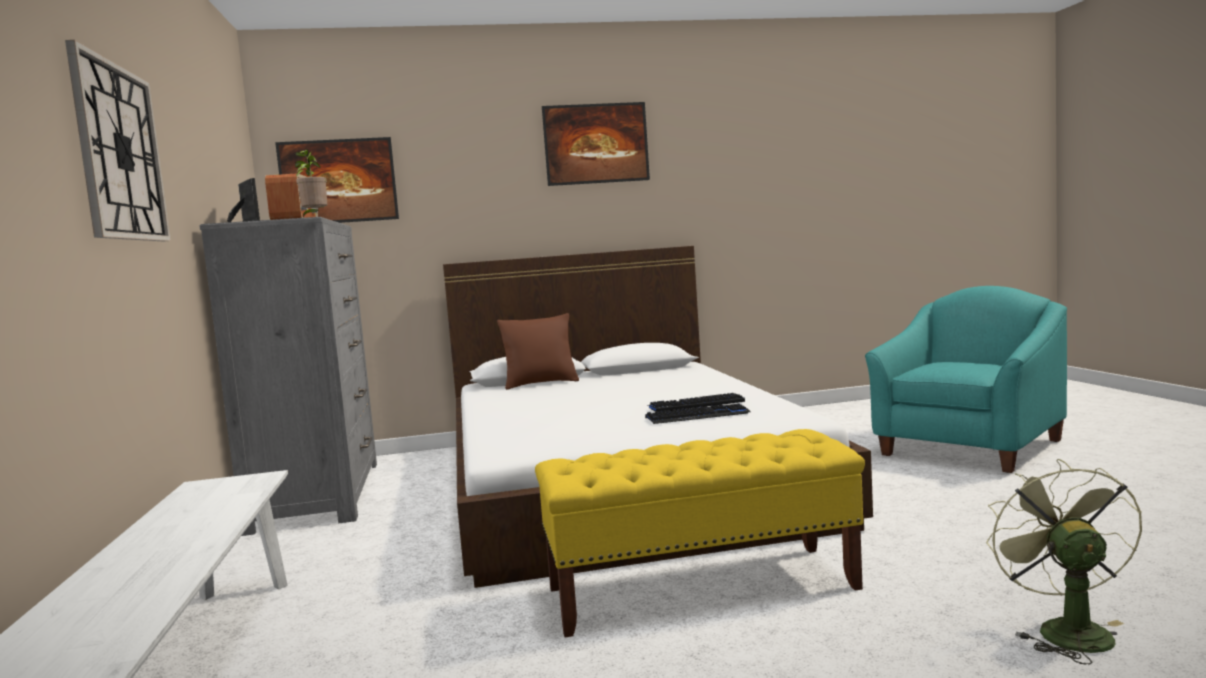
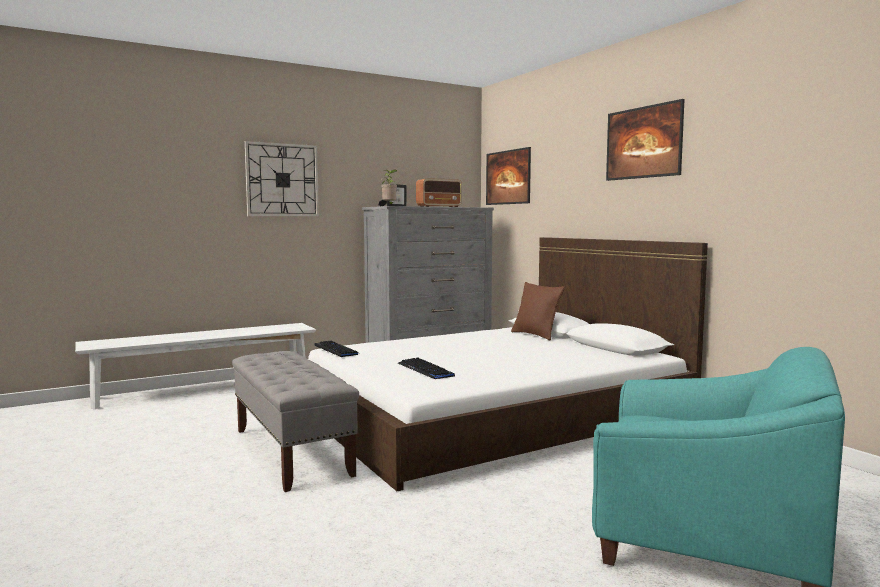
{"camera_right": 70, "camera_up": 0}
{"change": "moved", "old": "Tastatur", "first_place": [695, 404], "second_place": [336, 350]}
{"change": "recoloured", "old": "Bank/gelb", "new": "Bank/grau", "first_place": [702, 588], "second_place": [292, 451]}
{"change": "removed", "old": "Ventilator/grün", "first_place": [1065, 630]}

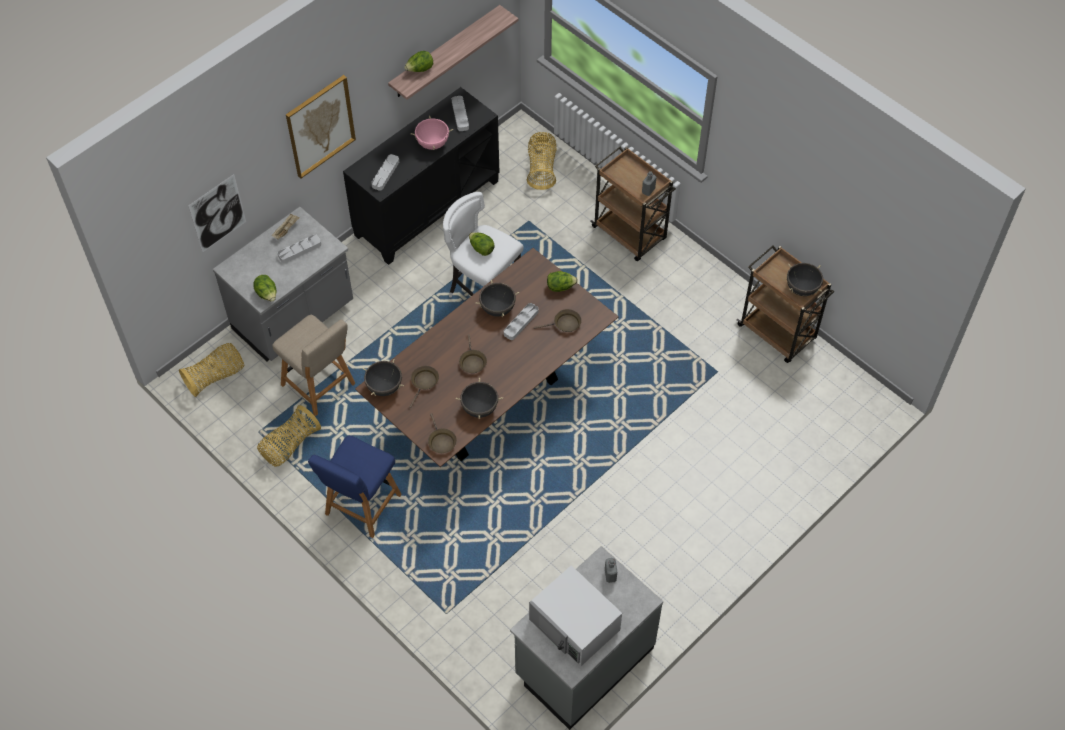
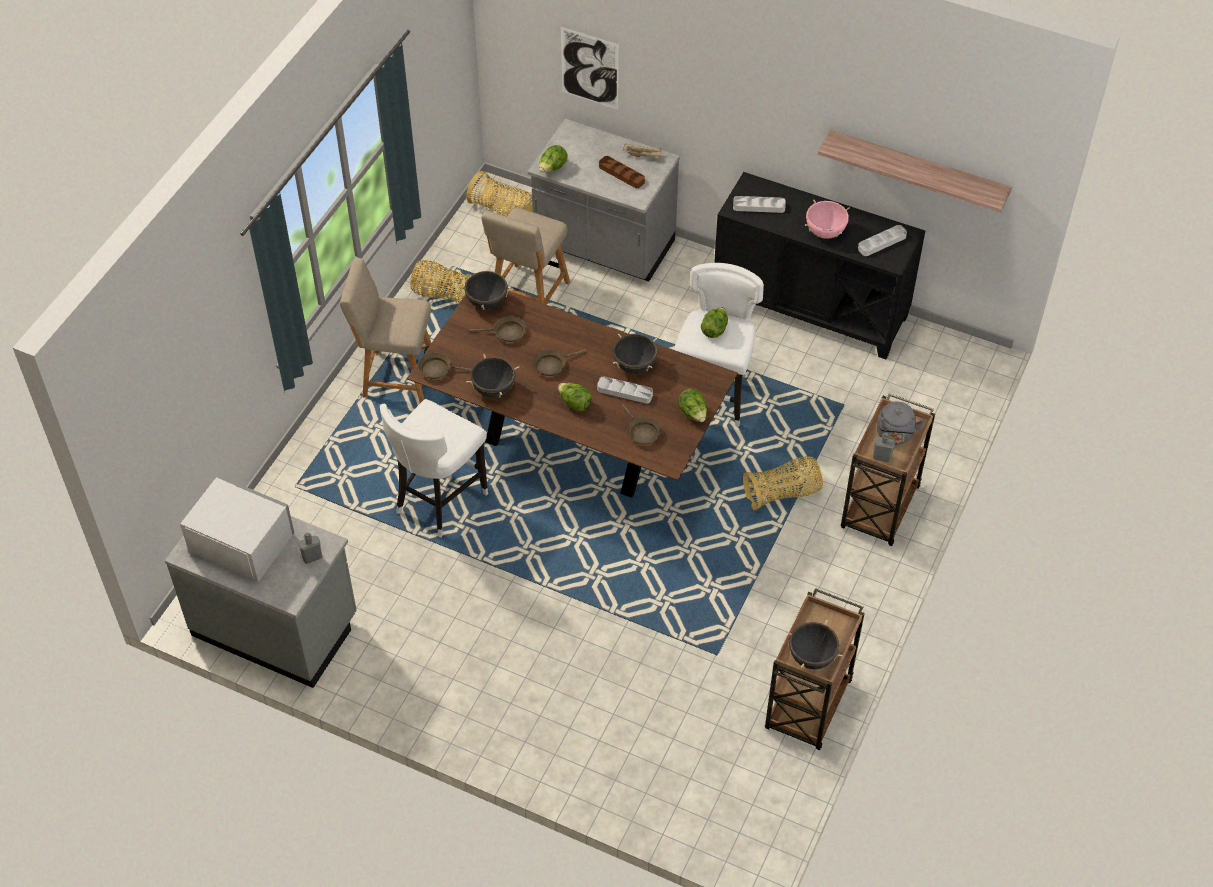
{"camera_right": 70, "camera_up": -5}
{"change": "moved", "old": "Salatkopf", "first_place": [420, 69], "second_place": [574, 403]}
{"change": "removed", "old": "Bild", "first_place": [320, 126]}
{"change": "moved", "old": "Korb", "first_place": [542, 168], "second_place": [783, 493]}
{"change": "recoloured", "old": "Tablett/grau", "new": "Tablett/braun", "first_place": [299, 250], "second_place": [621, 174]}
{"change": "turned", "old": "Pfanne/braun", "first_place": [441, 441], "second_place": [438, 369], "degrees": 45}
{"change": "recoloured", "old": "Stuhl/blau", "new": "Stuhl/beige", "first_place": [361, 507], "second_place": [395, 376]}
{"change": "turned", "old": "Mikrowelle/weiß", "first_place": [575, 625], "second_place": [241, 542], "degrees": 90}
{"change": "added", "new": "Hocker/weiß", "second_place": [439, 501]}
{"change": "added", "new": "Wasserkessel/grau", "second_place": [895, 435]}

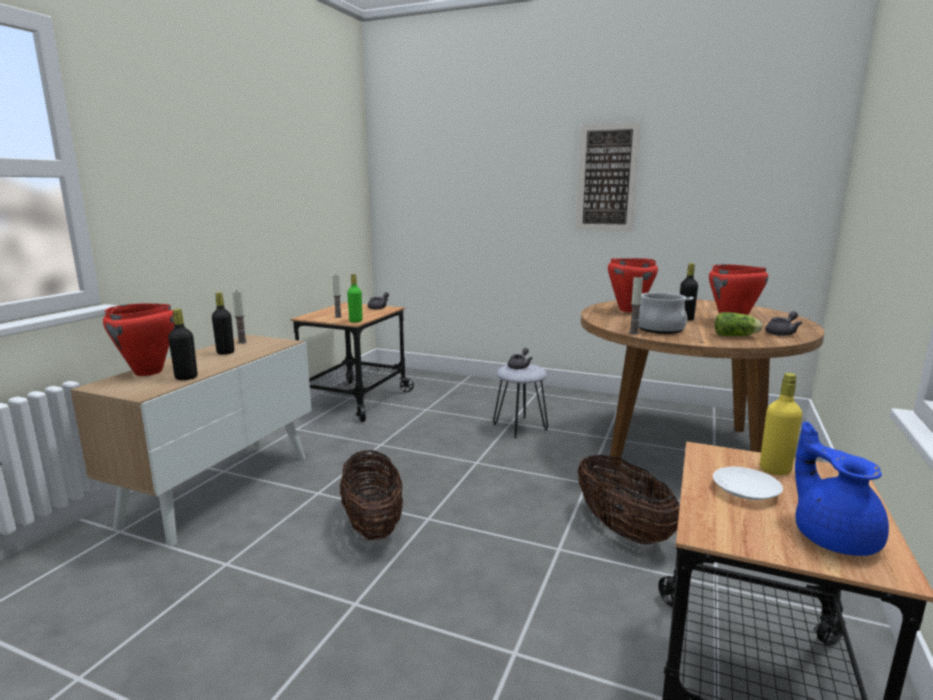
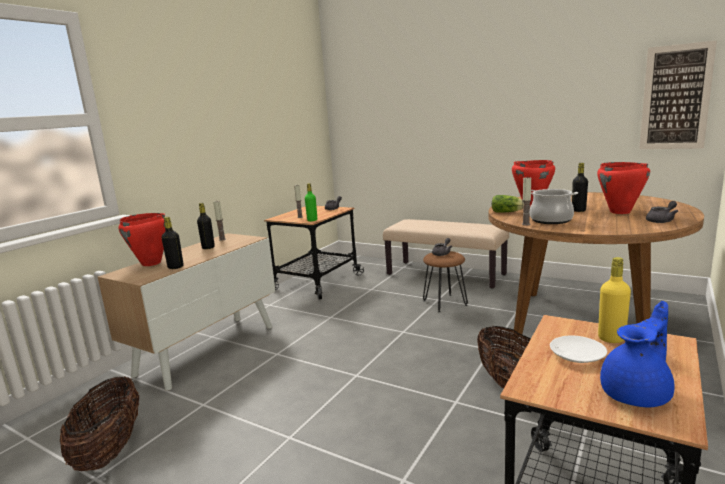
{"camera_right": 10, "camera_up": 0}
{"change": "moved", "old": "Bild", "first_place": [607, 178], "second_place": [675, 97]}
{"change": "moved", "old": "Salatkopf", "first_place": [736, 336], "second_place": [507, 212]}
{"change": "recoloured", "old": "Hocker/grau", "new": "Hocker/braun", "first_place": [520, 426], "second_place": [444, 303]}
{"change": "turned", "old": "Teekanne/blau", "first_place": [833, 536], "second_place": [637, 394], "degrees": 60}
{"change": "moved", "old": "Korb", "first_place": [373, 524], "second_place": [110, 450]}
{"change": "added", "new": "Bank/beige", "second_place": [446, 274]}

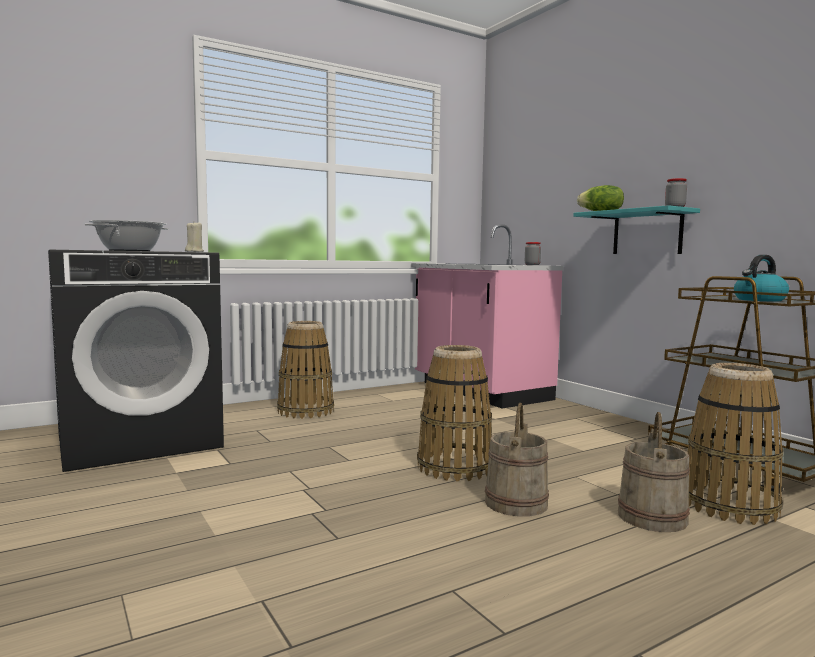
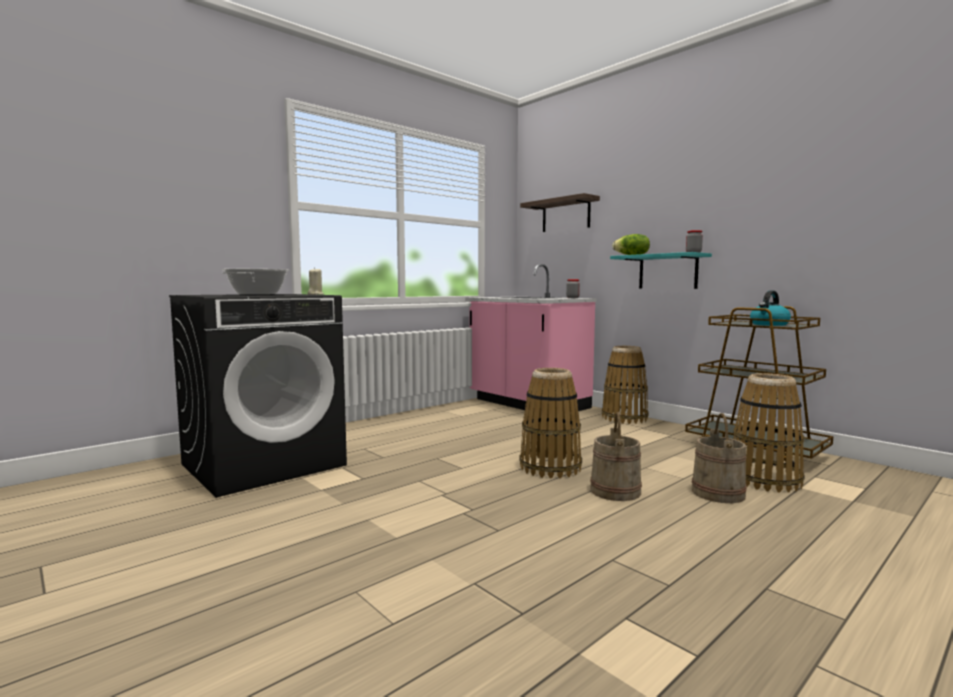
{"camera_right": -10, "camera_up": 0}
{"change": "moved", "old": "Korb", "first_place": [306, 411], "second_place": [624, 418]}
{"change": "added", "new": "Wandregal", "second_place": [566, 215]}

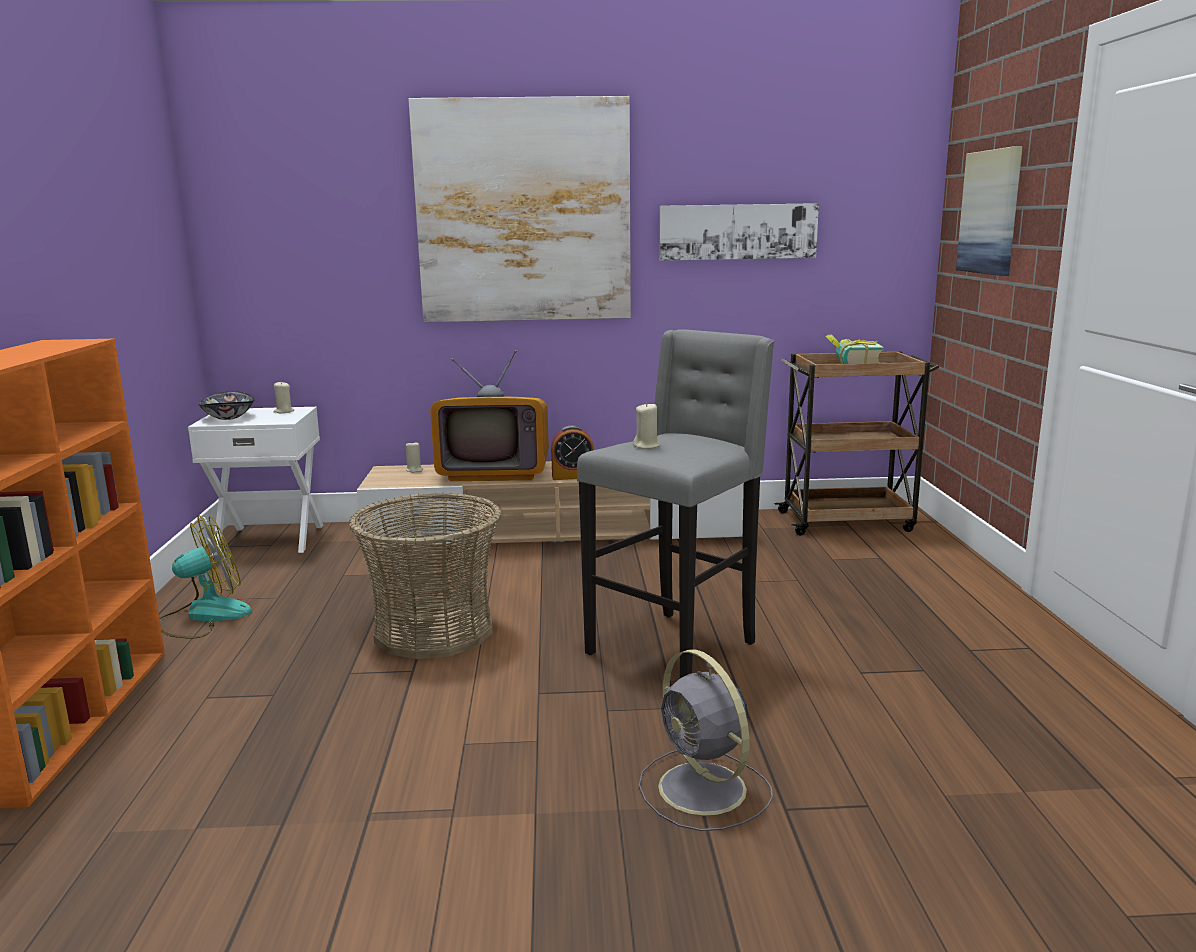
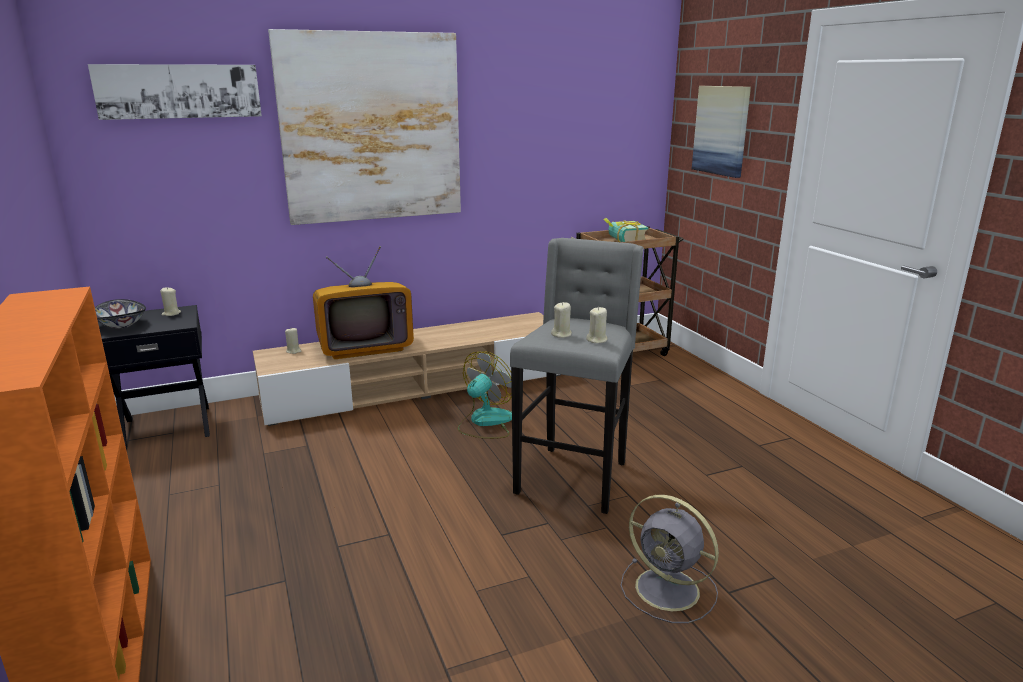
{"camera_right": -20, "camera_up": 5}
{"change": "moved", "old": "Bild", "first_place": [737, 232], "second_place": [179, 91]}
{"change": "recoloured", "old": "Nachttisch/weiß", "new": "Nachttisch/schwarz", "first_place": [270, 539], "second_place": [167, 426]}
{"change": "removed", "old": "Wecker", "first_place": [573, 476]}
{"change": "removed", "old": "Korb", "first_place": [434, 631]}
{"change": "moved", "old": "Ventilator", "first_place": [203, 616], "second_place": [485, 422]}
{"change": "added", "new": "Kerze/beige", "second_place": [597, 340]}

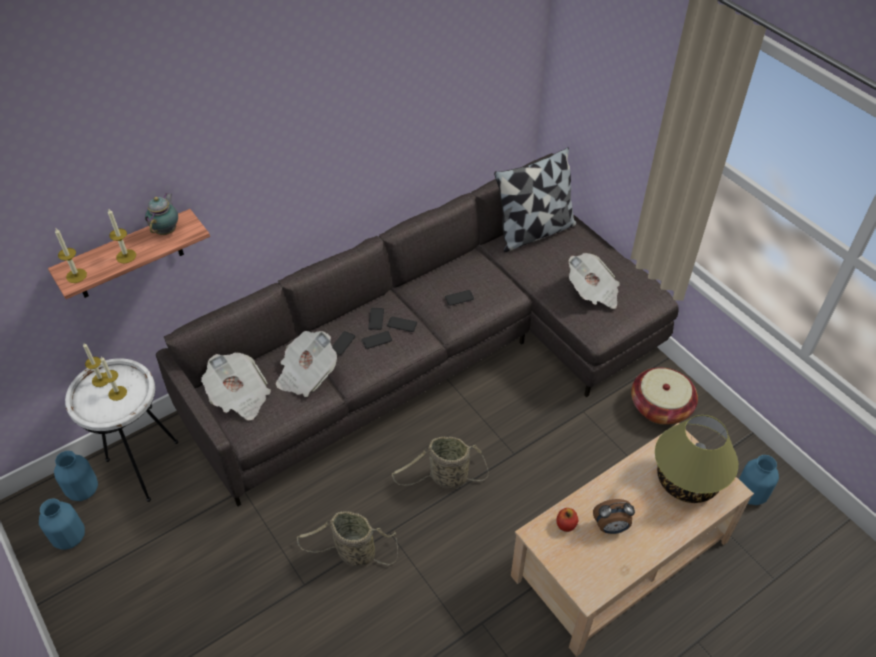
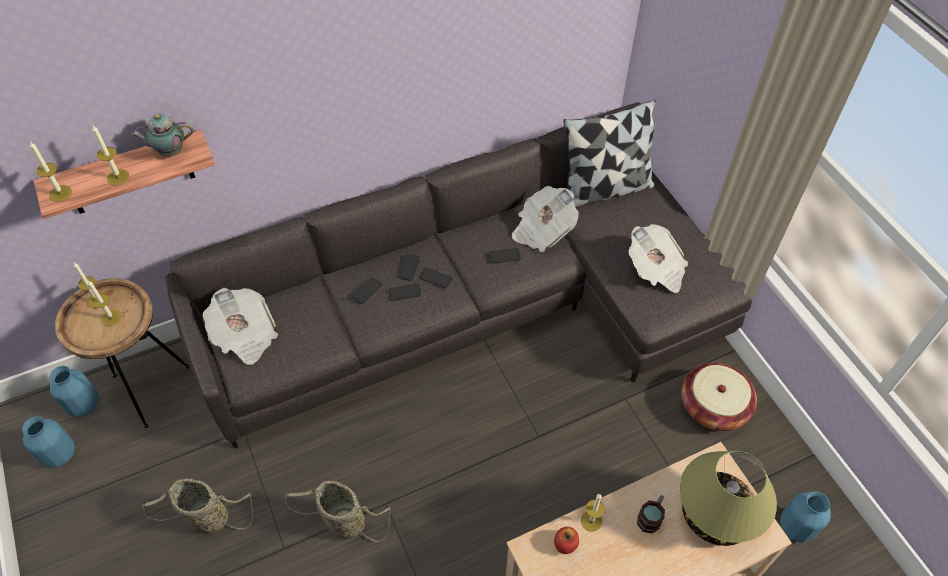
{"camera_right": 10, "camera_up": 5}
{"change": "turned", "old": "Teekanne", "first_place": [167, 230], "second_place": [169, 152], "degrees": -120}
{"change": "moved", "old": "Zeitung", "first_place": [306, 374], "second_place": [542, 230]}
{"change": "recoloured", "old": "Beistelltisch/weiß", "new": "Beistelltisch/braun", "first_place": [144, 466], "second_place": [149, 388]}
{"change": "moved", "old": "Korb", "first_place": [446, 478], "second_place": [205, 518]}
{"change": "removed", "old": "Wecker", "first_place": [611, 527]}
{"change": "added", "new": "Kerze", "second_place": [591, 521]}
{"change": "added", "new": "Henkelbecher", "second_place": [650, 517]}

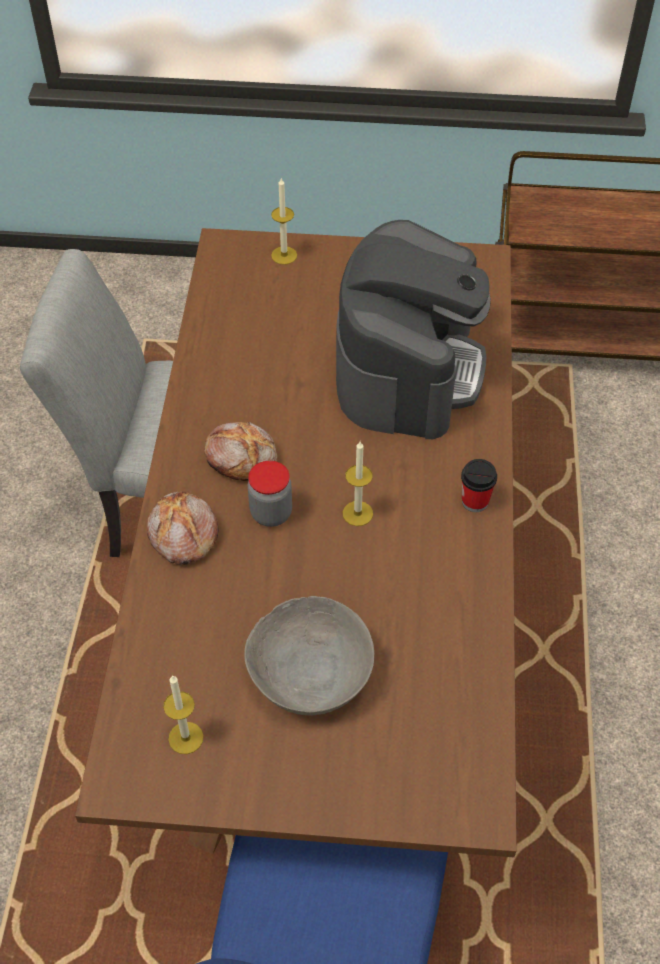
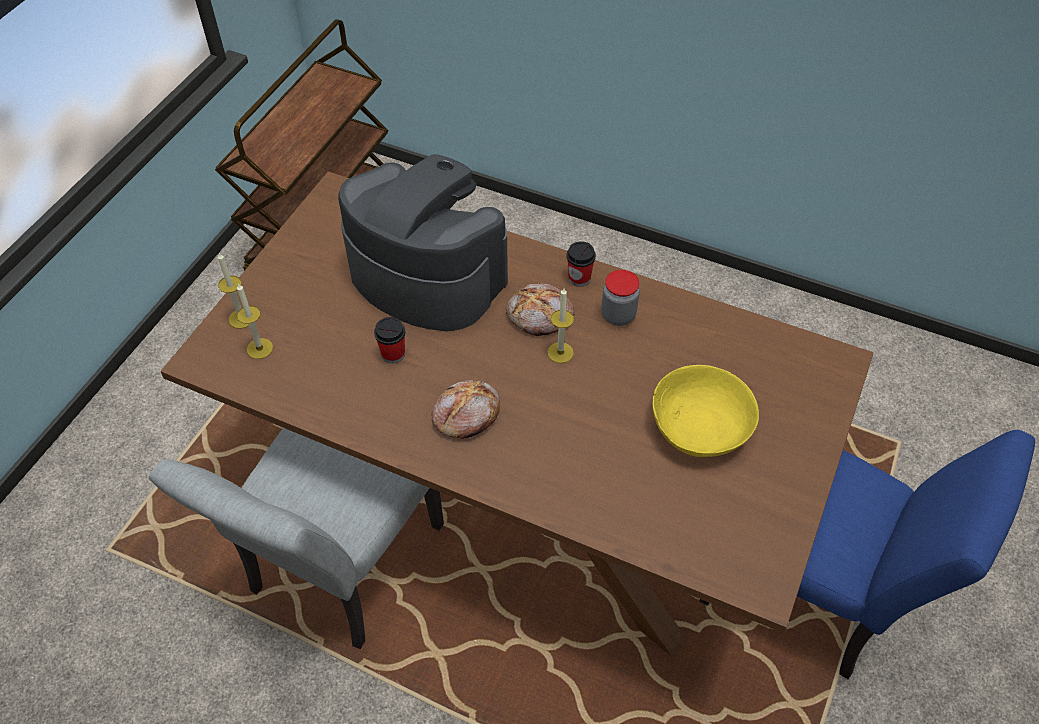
{"camera_right": -70, "camera_up": 0}
{"change": "moved", "old": "Vorratsglas", "first_place": [271, 513], "second_place": [618, 315]}
{"change": "moved", "old": "Brot", "first_place": [182, 535], "second_place": [540, 316]}
{"change": "recoloured", "old": "Schüssel/grau", "new": "Schüssel/gelb", "first_place": [310, 674], "second_place": [701, 427]}
{"change": "moved", "old": "Kerze", "first_place": [186, 738], "second_place": [259, 348]}
{"change": "added", "new": "Tasse", "second_place": [393, 354]}

